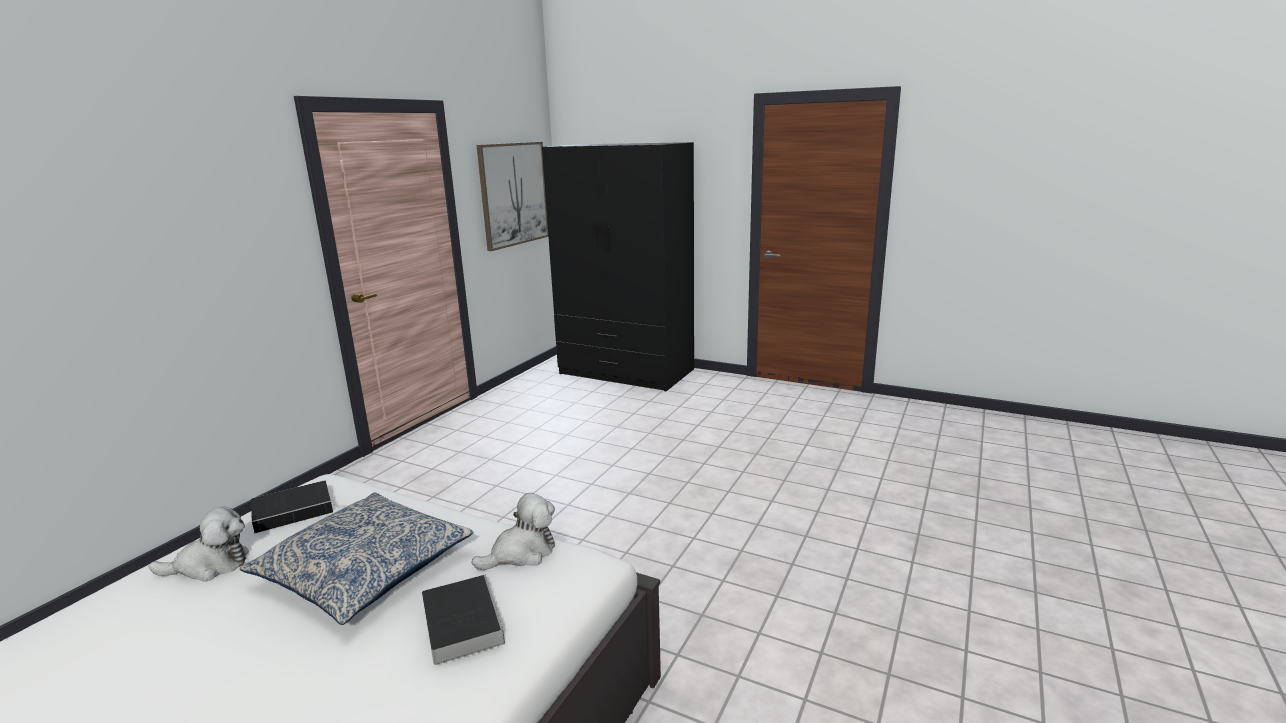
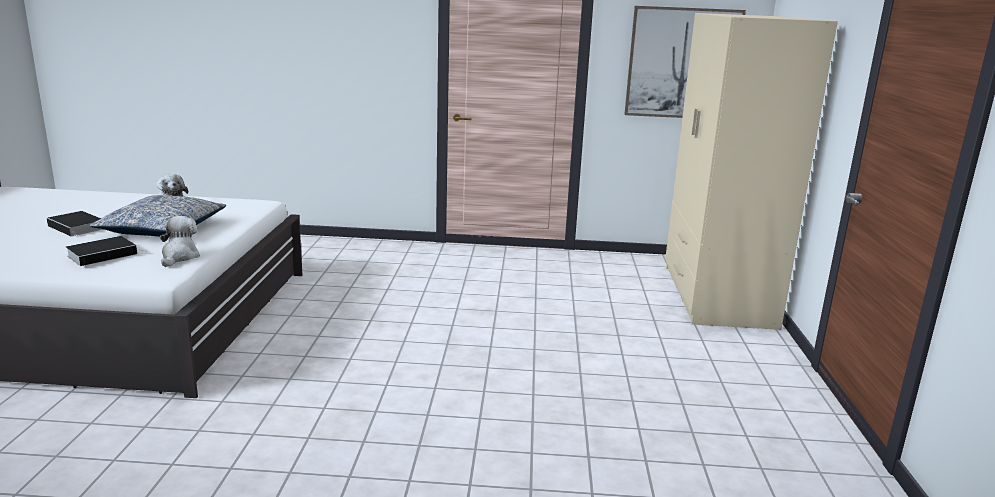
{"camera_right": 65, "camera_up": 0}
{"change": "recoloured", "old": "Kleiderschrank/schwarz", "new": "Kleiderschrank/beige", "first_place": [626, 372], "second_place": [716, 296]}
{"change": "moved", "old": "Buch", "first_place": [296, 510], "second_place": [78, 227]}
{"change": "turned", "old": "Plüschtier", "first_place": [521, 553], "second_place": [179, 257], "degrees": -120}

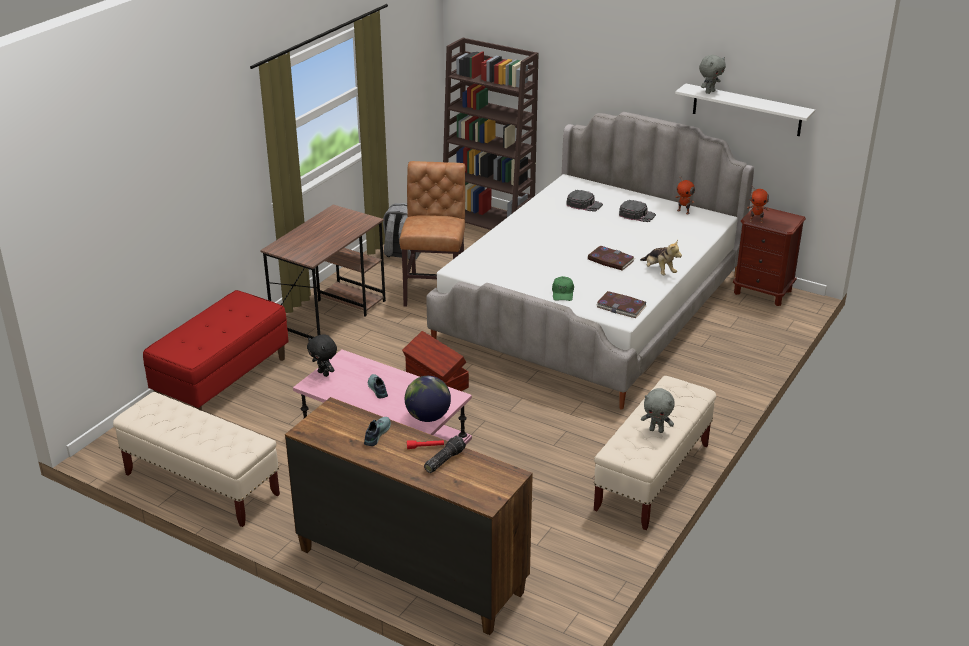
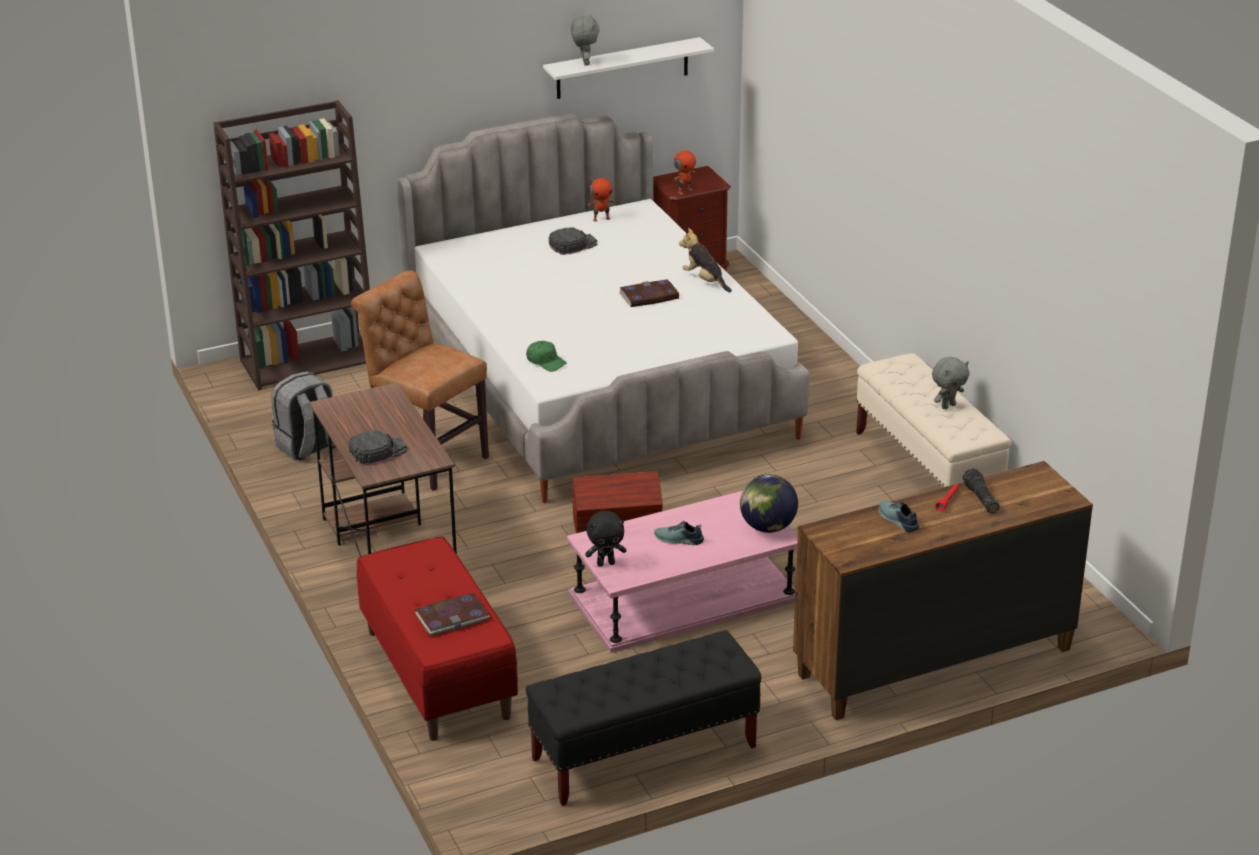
{"camera_right": -55, "camera_up": 0}
{"change": "moved", "old": "Kappe/schwarz", "first_place": [584, 204], "second_place": [377, 451]}
{"change": "turned", "old": "Plüschtier", "first_place": [659, 271], "second_place": [705, 280], "degrees": -135}
{"change": "moved", "old": "Kappe/grün", "first_place": [563, 293], "second_place": [546, 362]}
{"change": "moved", "old": "Buch", "first_place": [621, 307], "second_place": [452, 617]}
{"change": "recoloured", "old": "Bank/beige", "new": "Bank/schwarz", "first_place": [201, 485], "second_place": [643, 754]}

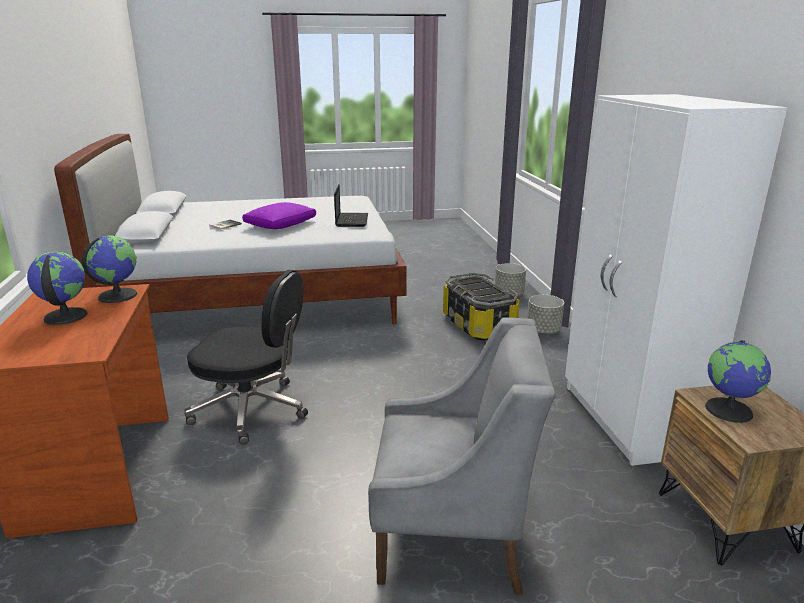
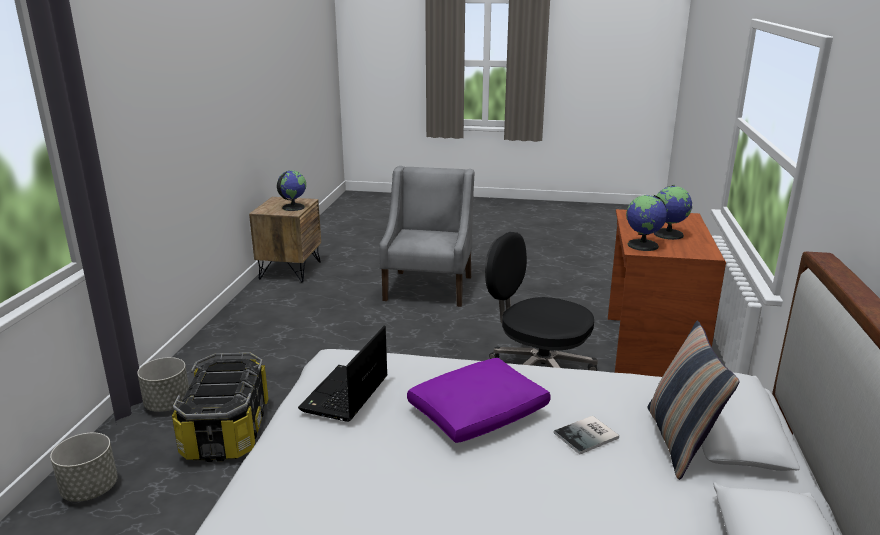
{"camera_right": -160, "camera_up": 0}
{"change": "removed", "old": "Kleiderschrank/weiß", "first_place": [628, 420]}
{"change": "turned", "old": "Sessel/grau", "first_place": [452, 532], "second_place": [429, 288], "degrees": 75}
{"change": "added", "new": "Kissen", "second_place": [679, 442]}

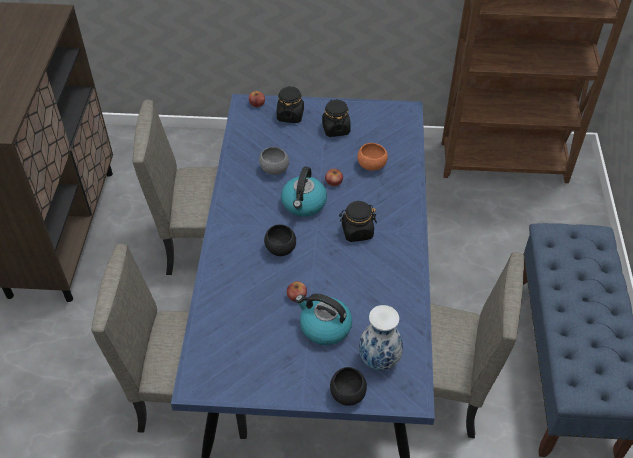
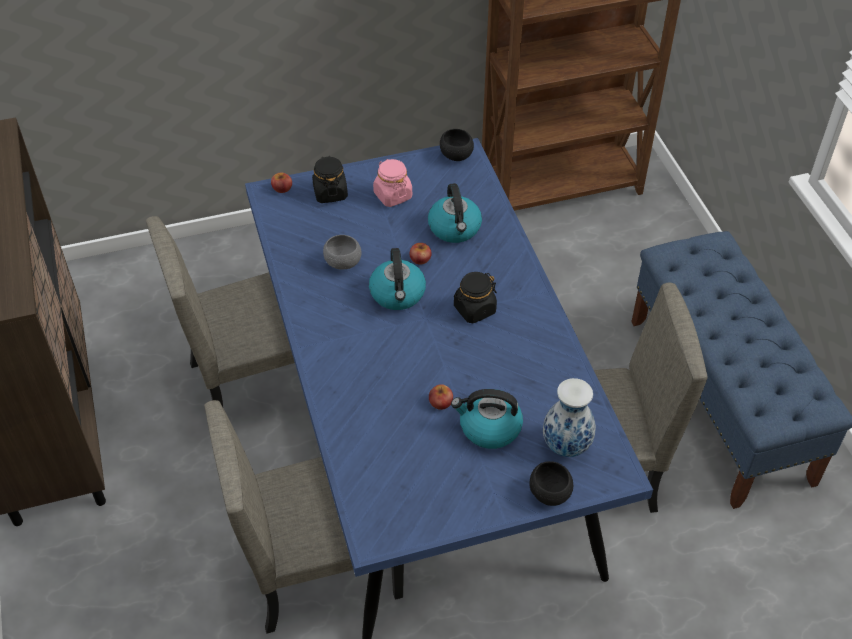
{"camera_right": -20, "camera_up": 0}
{"change": "recoloured", "old": "Vorratsglas/schwarz", "new": "Vorratsglas/rosa", "first_place": [336, 129], "second_place": [392, 195]}
{"change": "replaced", "old": "Schüssel/orange", "new": "Wasserkessel", "first_place": [371, 165], "second_place": [455, 228]}
{"change": "moved", "old": "Schüssel/schwarz", "first_place": [280, 249], "second_place": [456, 156]}

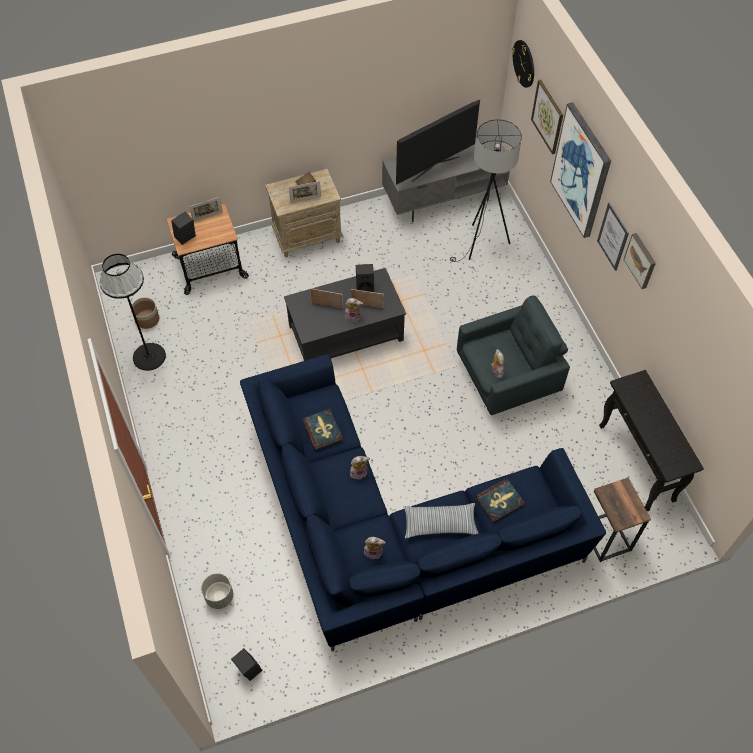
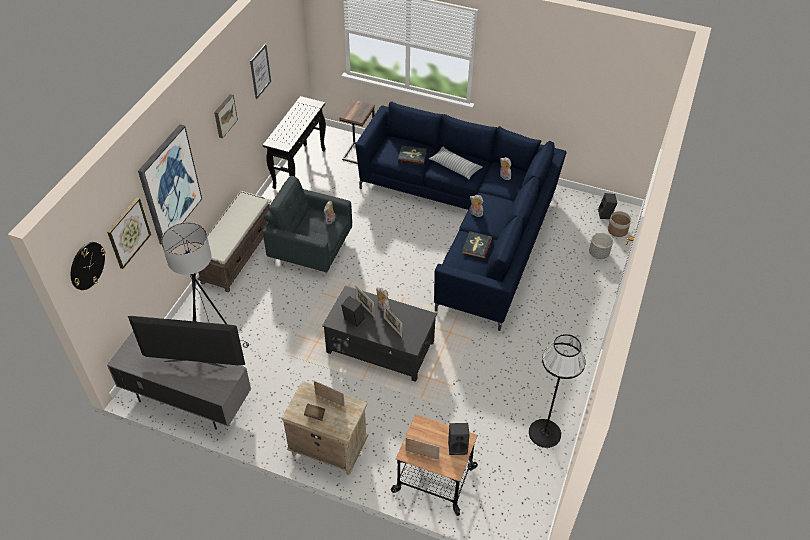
{"camera_right": -140, "camera_up": -10}
{"change": "moved", "old": "Bild", "first_place": [613, 237], "second_place": [260, 71]}
{"change": "moved", "old": "Pflanzkübel", "first_place": [147, 319], "second_place": [617, 230]}
{"change": "added", "new": "Bank/braun", "second_place": [237, 254]}

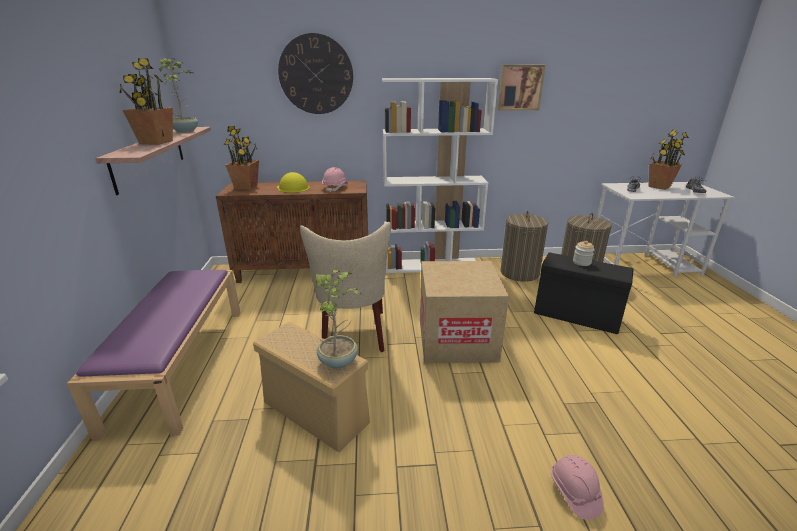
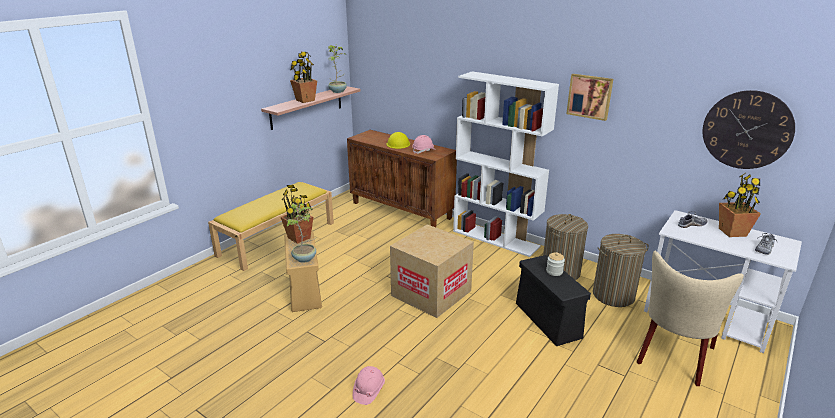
{"camera_right": 40, "camera_up": 0}
{"change": "moved", "old": "Wanduhr", "first_place": [316, 75], "second_place": [747, 130]}
{"change": "moved", "old": "Topfpflanze", "first_place": [246, 187], "second_place": [299, 238]}
{"change": "moved", "old": "Stuhl/beige", "first_place": [353, 335], "second_place": [673, 358]}
{"change": "recoloured", "old": "Bank/lila", "new": "Bank/gelb", "first_place": [180, 363], "second_place": [277, 238]}

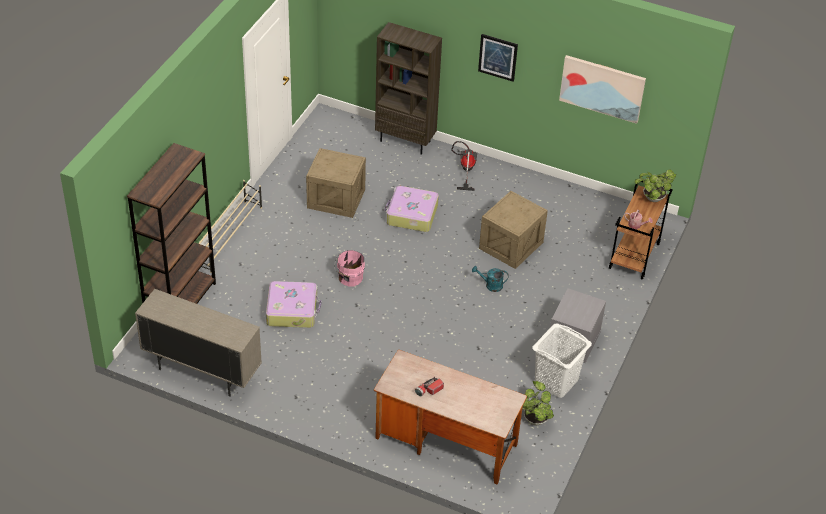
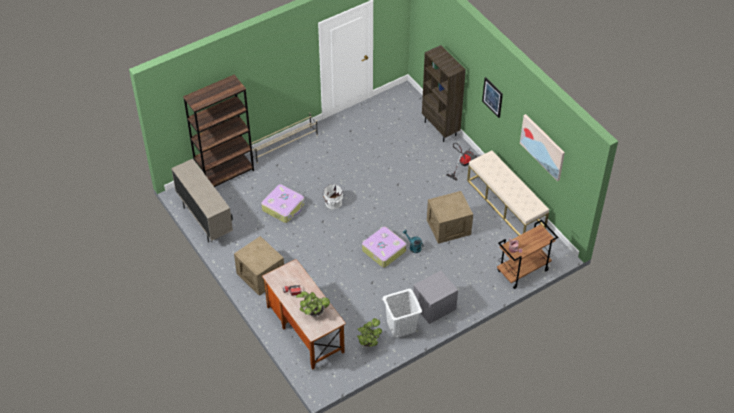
{"camera_right": 35, "camera_up": 5}
{"change": "moved", "old": "Kiste", "first_place": [335, 198], "second_place": [260, 275]}
{"change": "moved", "old": "Topfpflanze", "first_place": [652, 198], "second_place": [313, 312]}
{"change": "moved", "old": "Koffer", "first_place": [411, 215], "second_place": [383, 250]}
{"change": "recoloured", "old": "Eimer/rosa", "new": "Eimer/weiß", "first_place": [350, 278], "second_place": [332, 203]}
{"change": "added", "new": "Bank/beige", "second_place": [506, 204]}

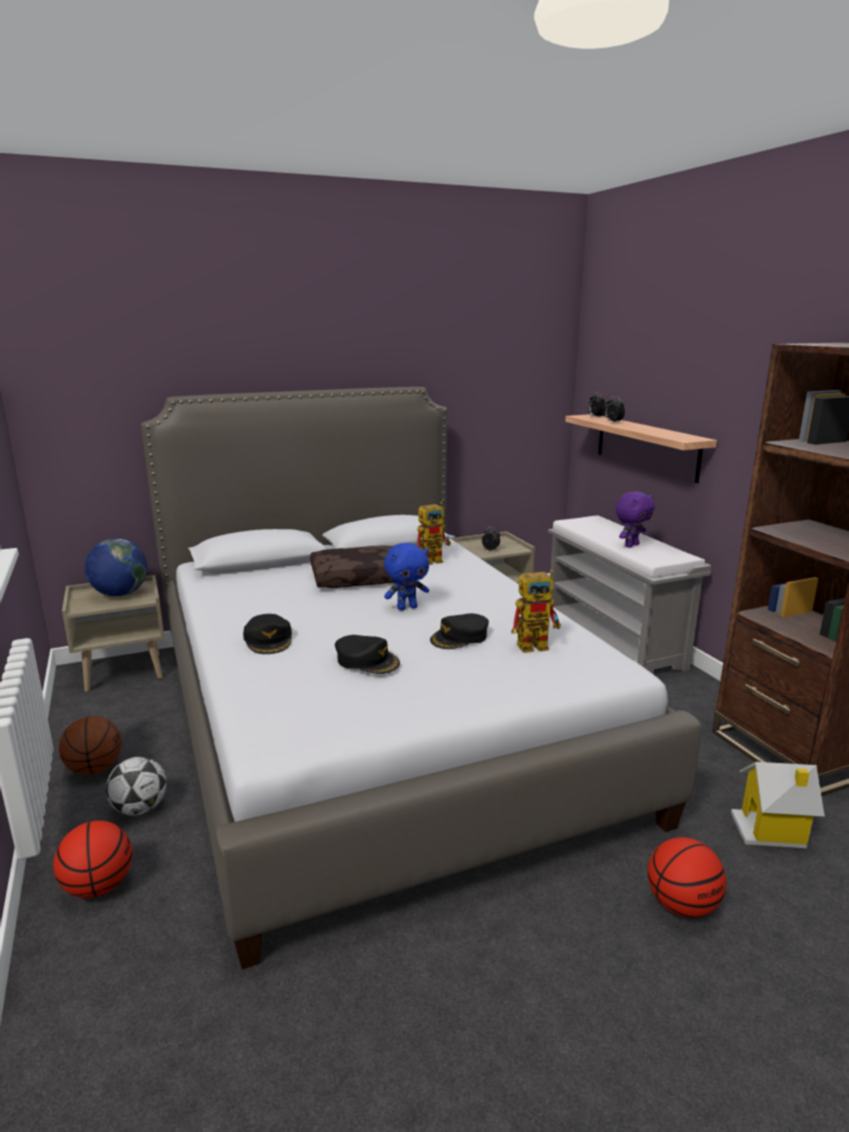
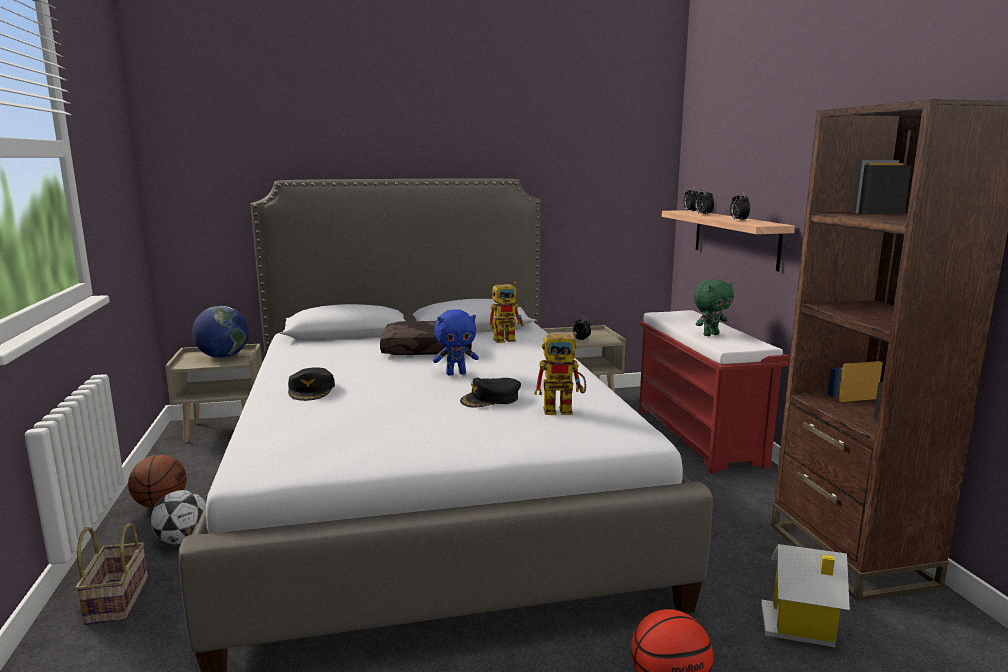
{"camera_right": 10, "camera_up": -5}
{"change": "recoloured", "old": "Plüschtier/lila", "new": "Plüschtier/grün", "first_place": [631, 545], "second_place": [710, 334]}
{"change": "recoloured", "old": "Bank/grau", "new": "Bank/rot", "first_place": [614, 641], "second_place": [699, 437]}
{"change": "removed", "old": "Kappe/schwarz", "first_place": [367, 660]}
{"change": "replaced", "old": "Basketball", "new": "Korb", "first_place": [98, 887], "second_place": [116, 599]}
{"change": "added", "new": "Wecker", "second_place": [738, 220]}

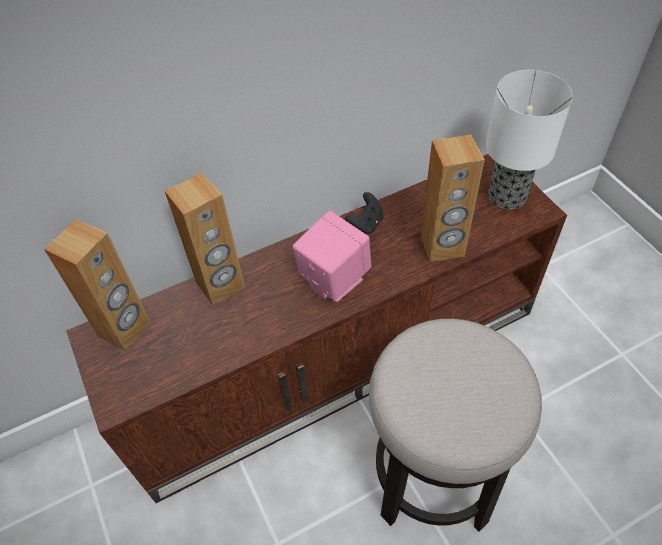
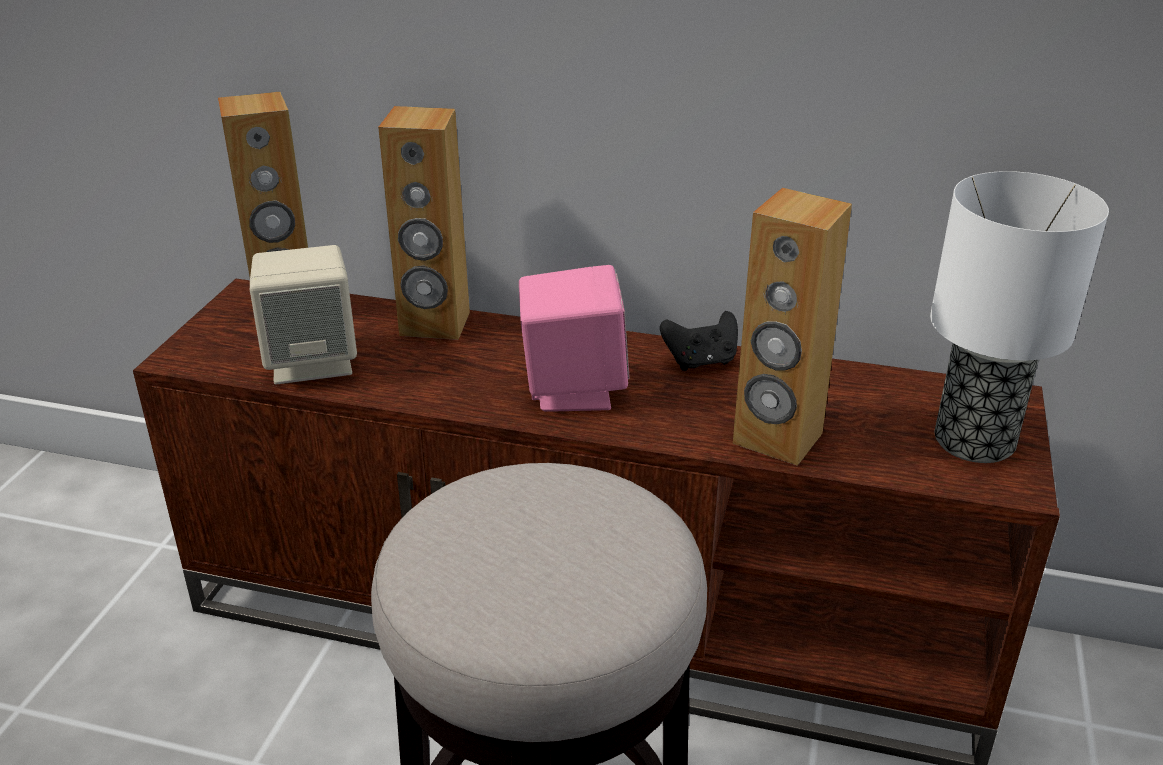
{"camera_right": 40, "camera_up": -20}
{"change": "added", "new": "Lautsprecher/beige", "second_place": [312, 361]}

